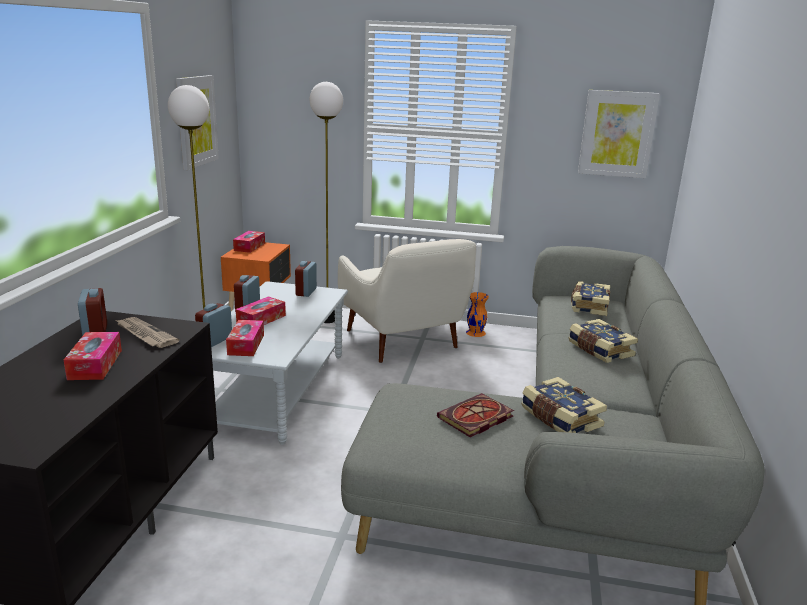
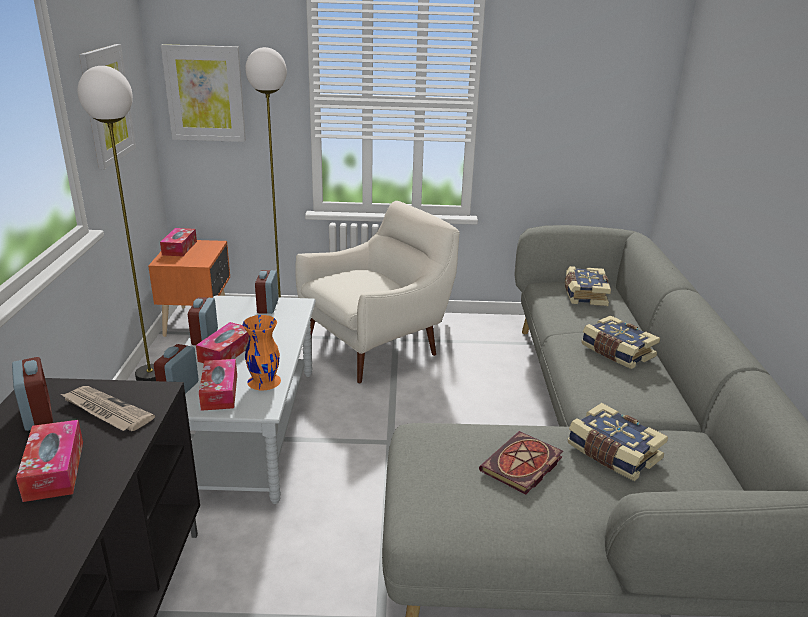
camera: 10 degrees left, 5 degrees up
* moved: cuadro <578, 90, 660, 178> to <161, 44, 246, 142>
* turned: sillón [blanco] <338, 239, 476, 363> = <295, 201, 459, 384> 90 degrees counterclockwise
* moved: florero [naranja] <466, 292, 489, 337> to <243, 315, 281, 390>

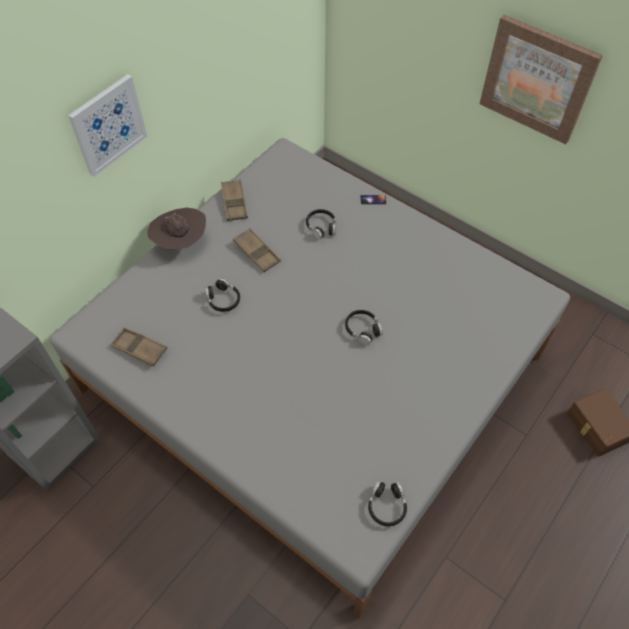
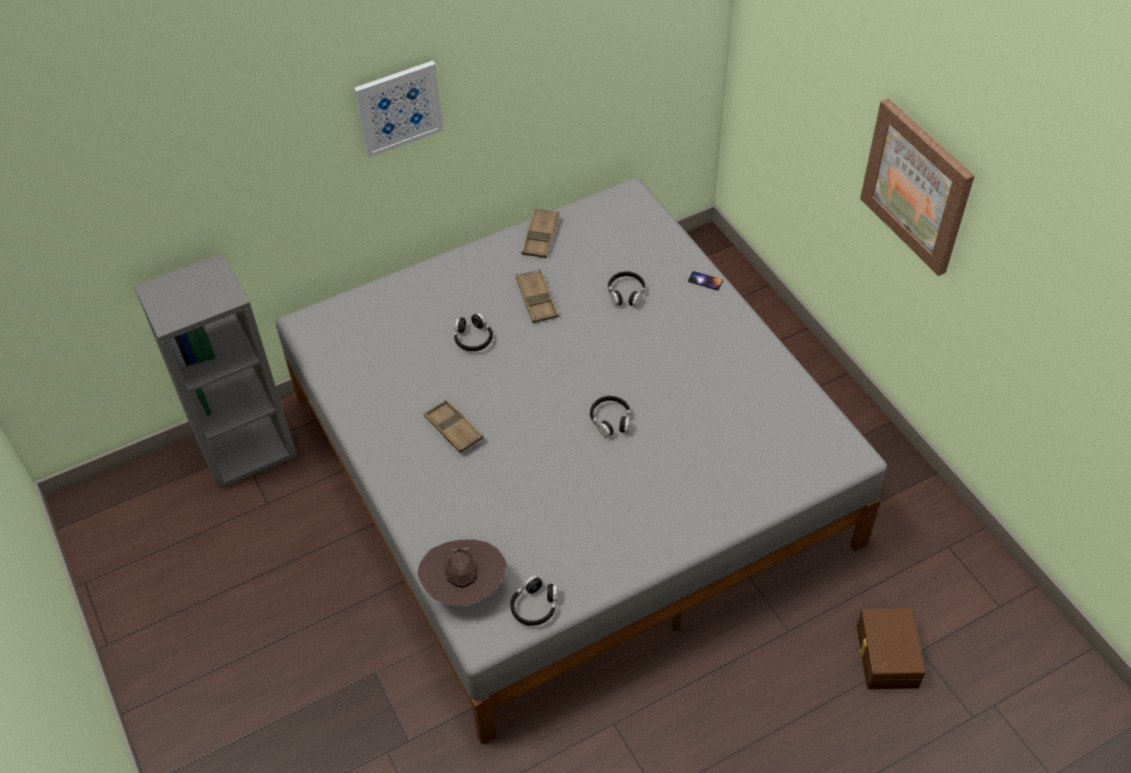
camera: 25 degrees right, 5 degrees down
* moved: sombrero [marrón] <147, 208, 206, 249> to <417, 539, 507, 606>
* moved: bandeja [marrón] <110, 327, 167, 366> to <424, 399, 484, 453>

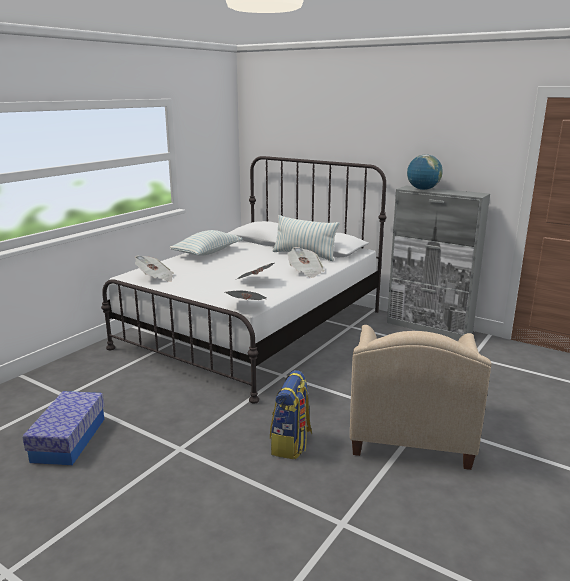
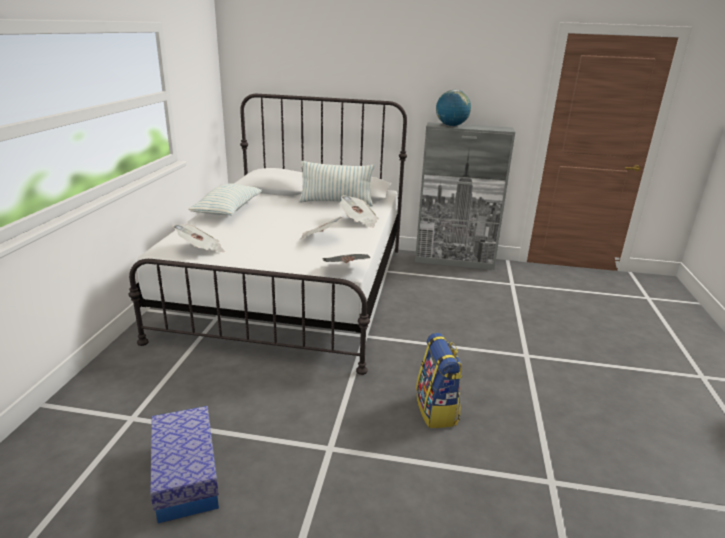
camera: 25 degrees left, 5 degrees up
* removed: sillón [beis] <350, 325, 492, 470>

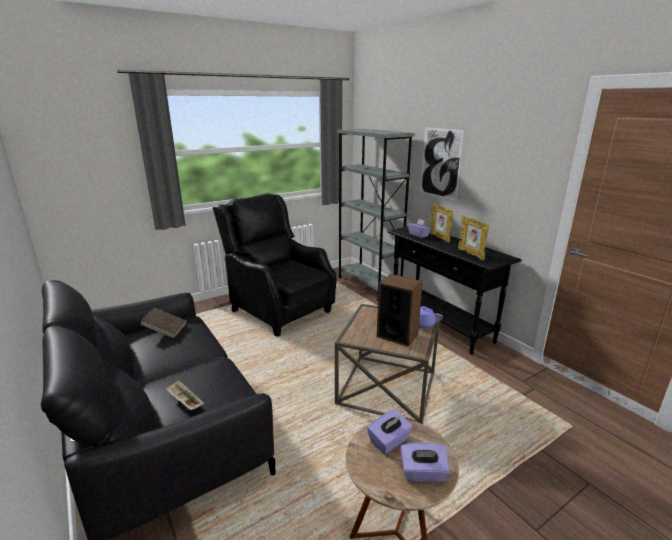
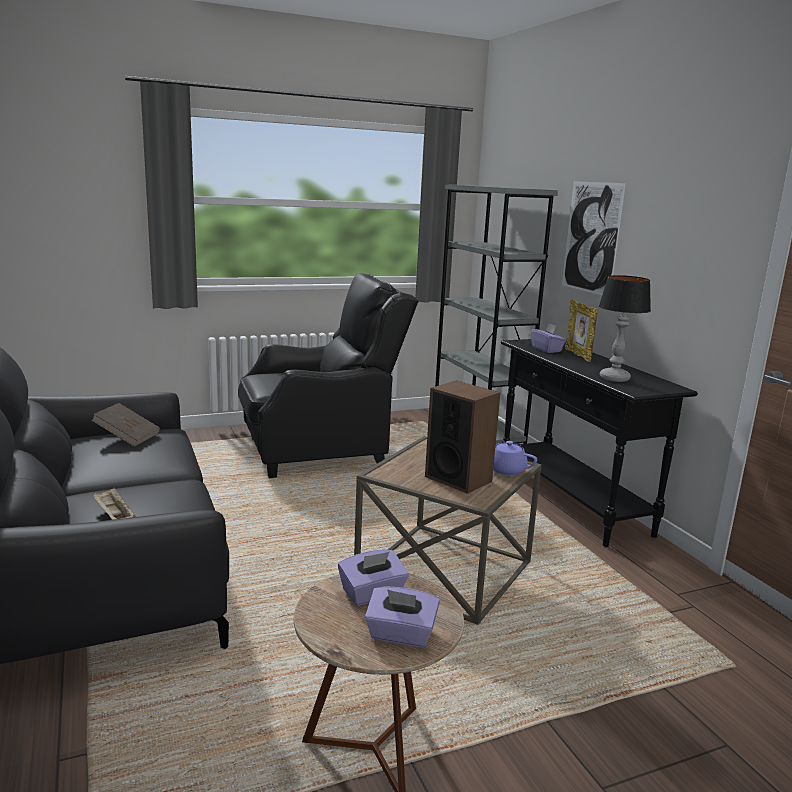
camera: 10 degrees right, 5 degrees down
* turned: sillón [negro] <212, 193, 337, 337> = <238, 273, 419, 478> 105 degrees clockwise
* replaced: portarretratos <458, 215, 489, 260> to lámpara de mesa <599, 275, 651, 382>

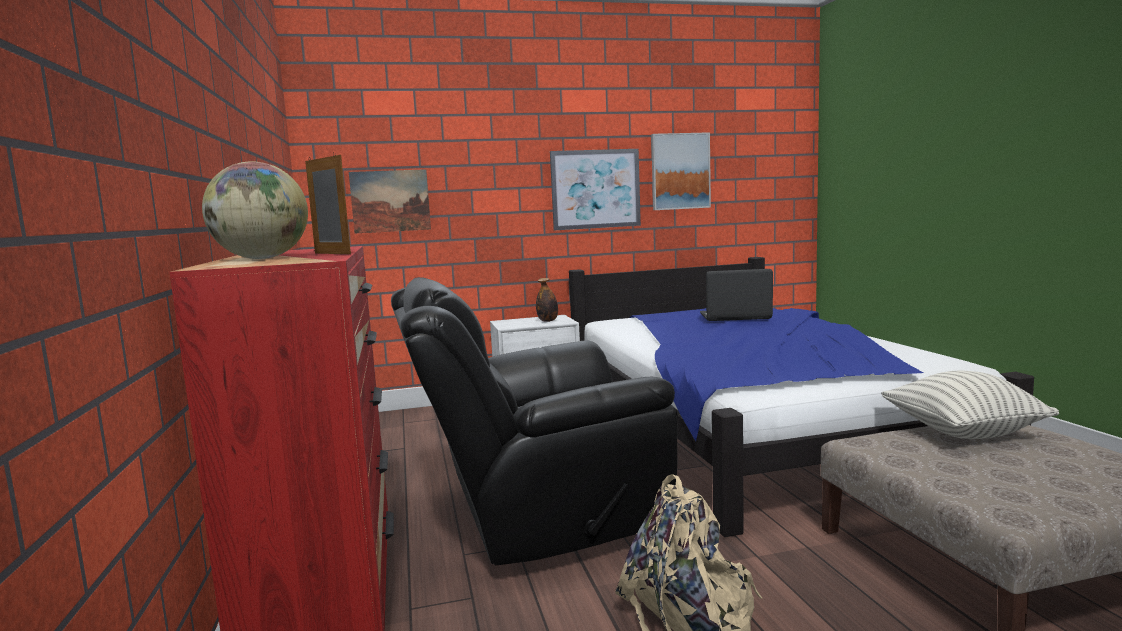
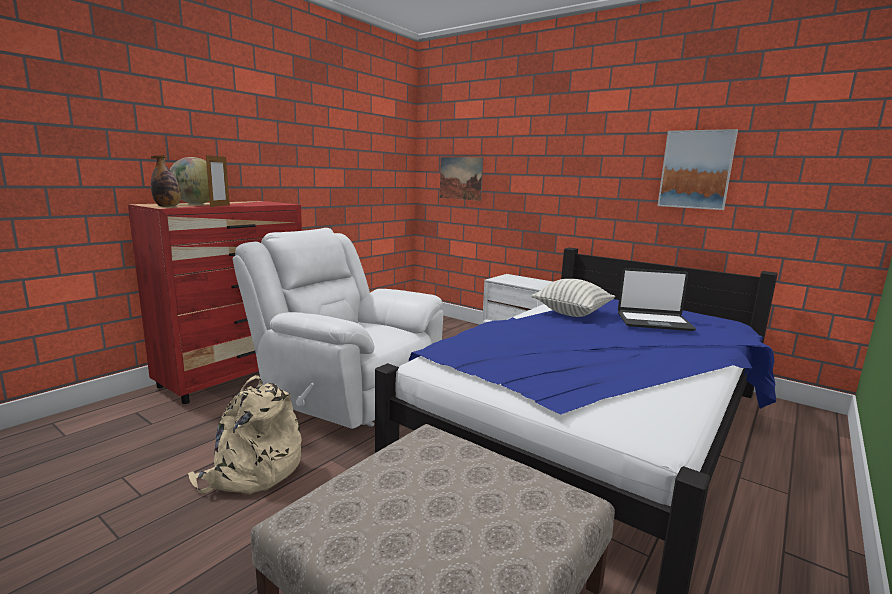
camera: 50 degrees right, 5 degrees up
* removed: cuadro <550, 149, 641, 230>
* turned: portátil <700, 269, 773, 321> = <618, 268, 696, 331> 135 degrees clockwise
* recoloured: sillón [negro] <391, 277, 677, 565> to sillón [blanco] <233, 228, 443, 429>
* moved: botella <536, 278, 558, 322> to <151, 155, 181, 207>
* moved: cojín <881, 371, 1059, 439> to <531, 279, 615, 317>

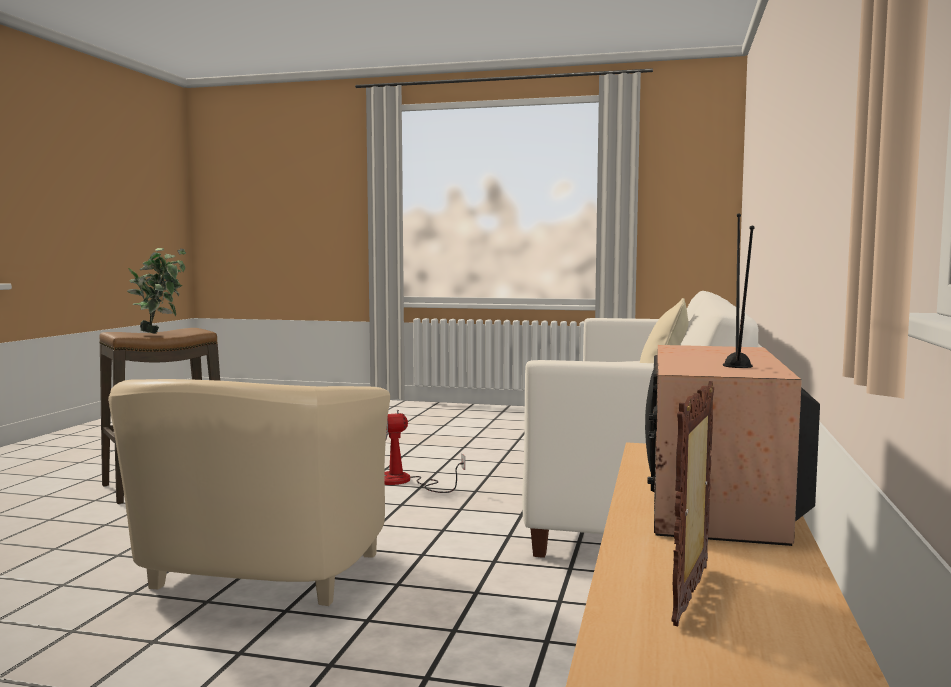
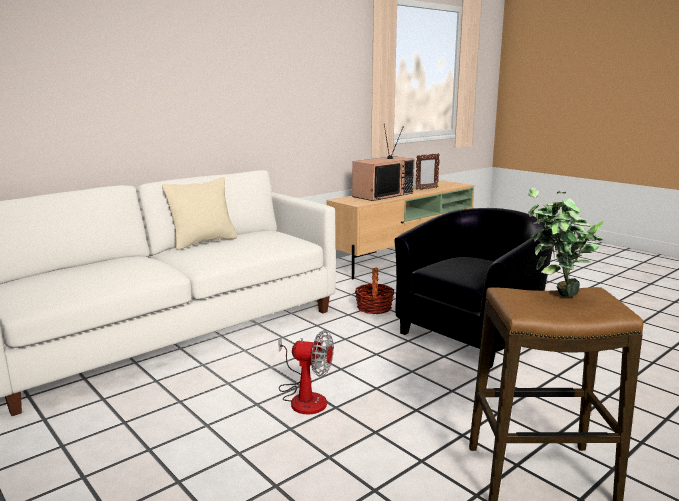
camera: 145 degrees left, 10 degrees up
* recoloured: sillón [beis] <108, 379, 390, 606> to sillón [negro] <394, 208, 552, 368>
* added: cesta <355, 267, 395, 314>

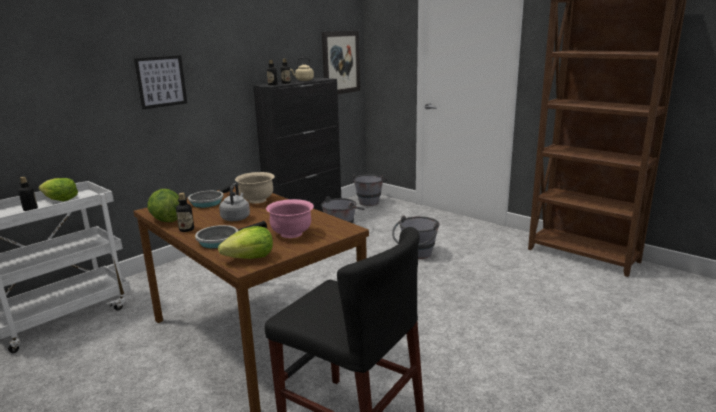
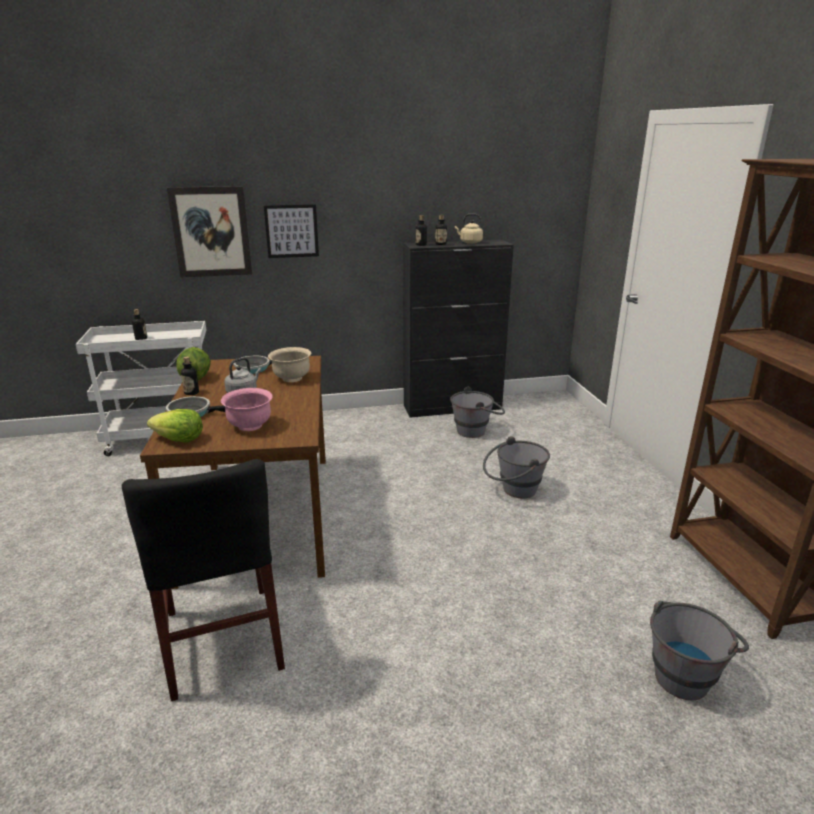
camera: 35 degrees right, 5 degrees up
* moved: cuadro <322, 31, 360, 94> to <167, 186, 252, 277>
* moved: cubo [gris] <352, 174, 387, 206> to <650, 601, 749, 700>
* removed: lechuga <39, 178, 78, 201>

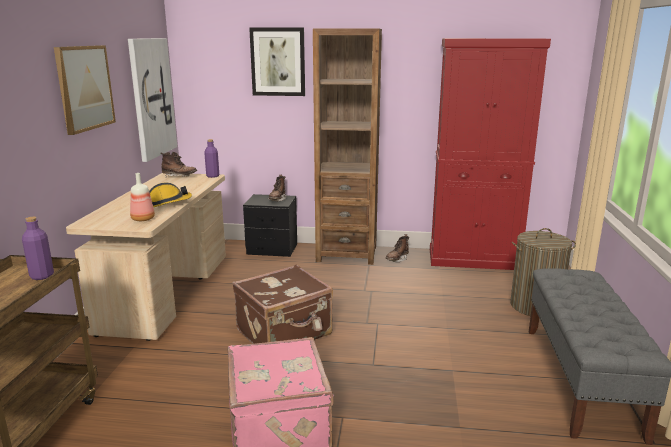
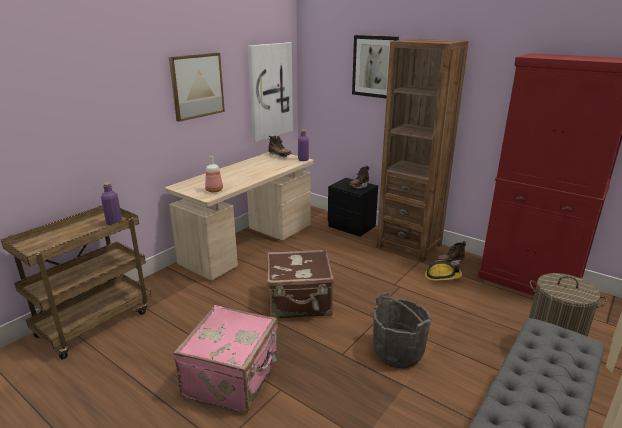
camera: 30 degrees right, 5 degrees up
* moved: casco <149, 183, 192, 207> to <425, 260, 462, 281>
* added: cubo [gris] <373, 292, 431, 368>

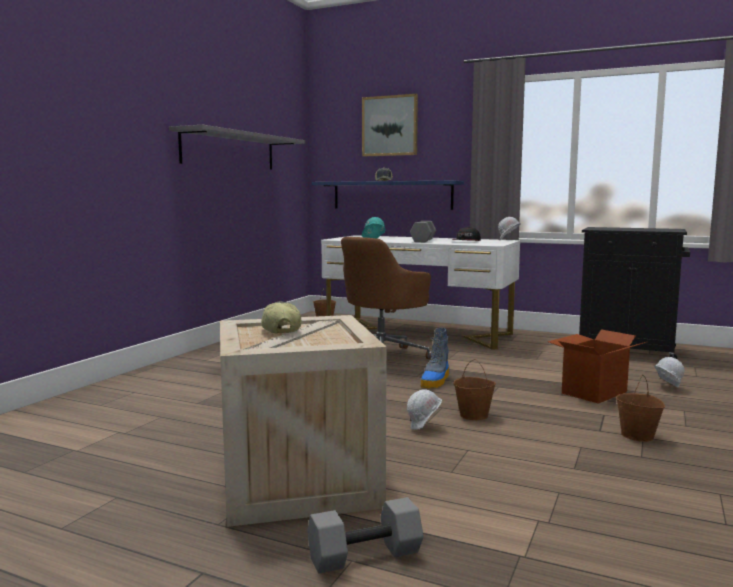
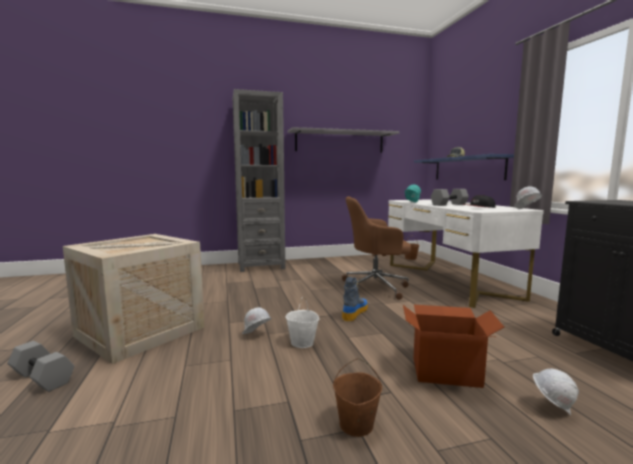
camera: 50 degrees right, 0 degrees up
* removed: cuadro <362, 94, 418, 157>
* removed: gorra <261, 301, 301, 333>
* turned: bota <420, 328, 449, 389> = <342, 277, 368, 322> 135 degrees clockwise
* recoloured: cubo [marrón] <454, 359, 496, 420> to cubo [blanco] <285, 297, 319, 348>
* added: estantería [gris] <233, 89, 286, 272>

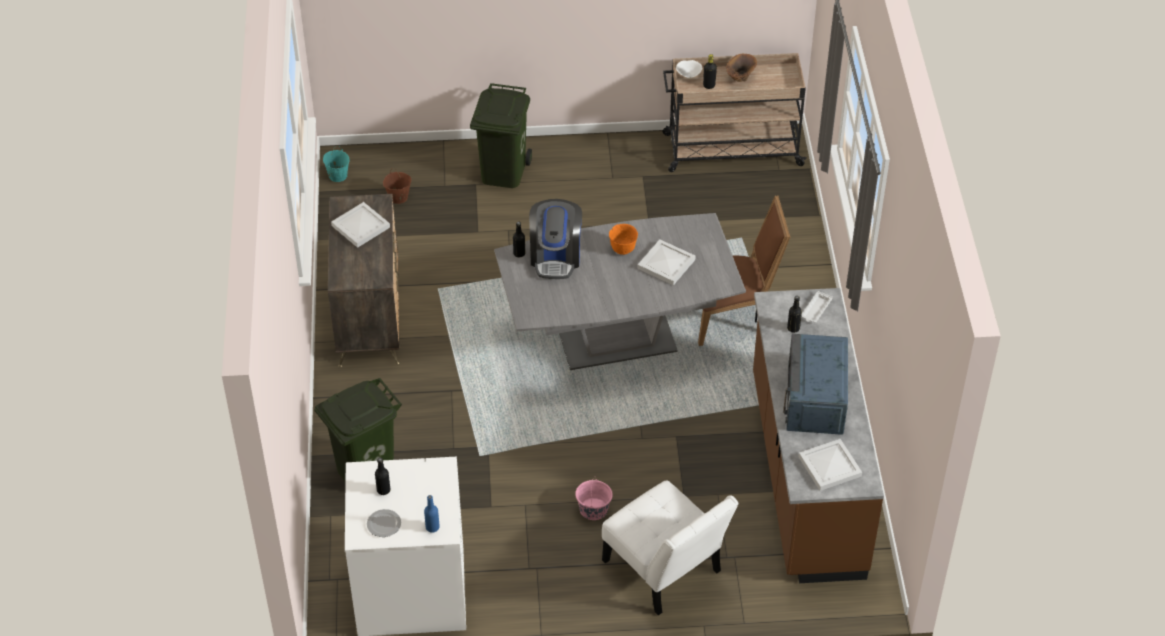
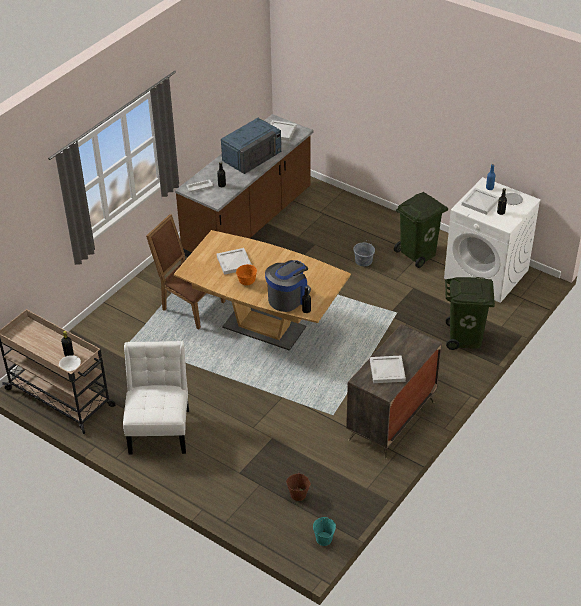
camera: 140 degrees left, 5 degrees down
* removed: florero [marrón] <726, 54, 757, 82>
* moved: papelera [verde] <470, 83, 532, 188> to <394, 192, 448, 268>
* recoloured: mesa de comedor [gris] <494, 213, 746, 370> to mesa de comedor [marrón] <174, 230, 351, 351>
* recoloured: cubo [rosa] <575, 476, 613, 520> to cubo [gris] <353, 240, 375, 266>
* moved: silla [blanco] <602, 480, 739, 615> to <123, 341, 189, 455>
* added: bandeja [blanco] <462, 188, 500, 215>

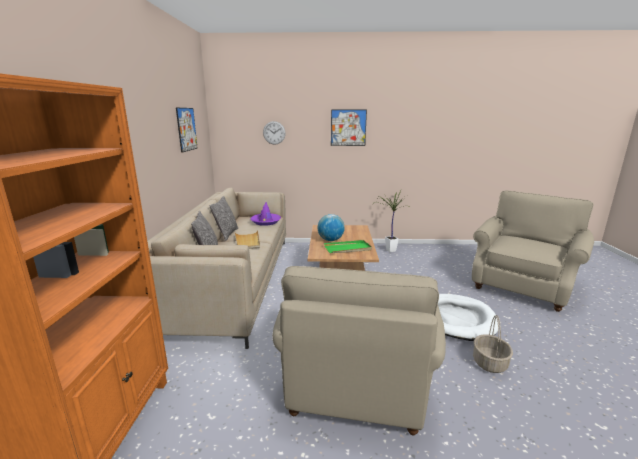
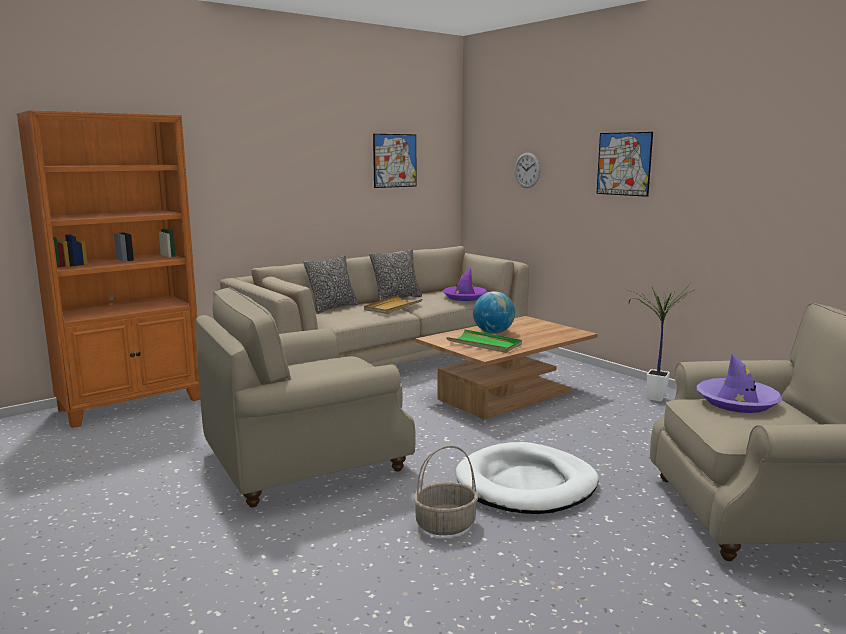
camera: 50 degrees right, 5 degrees down
* added: sombrero [morado] <697, 355, 783, 413>

